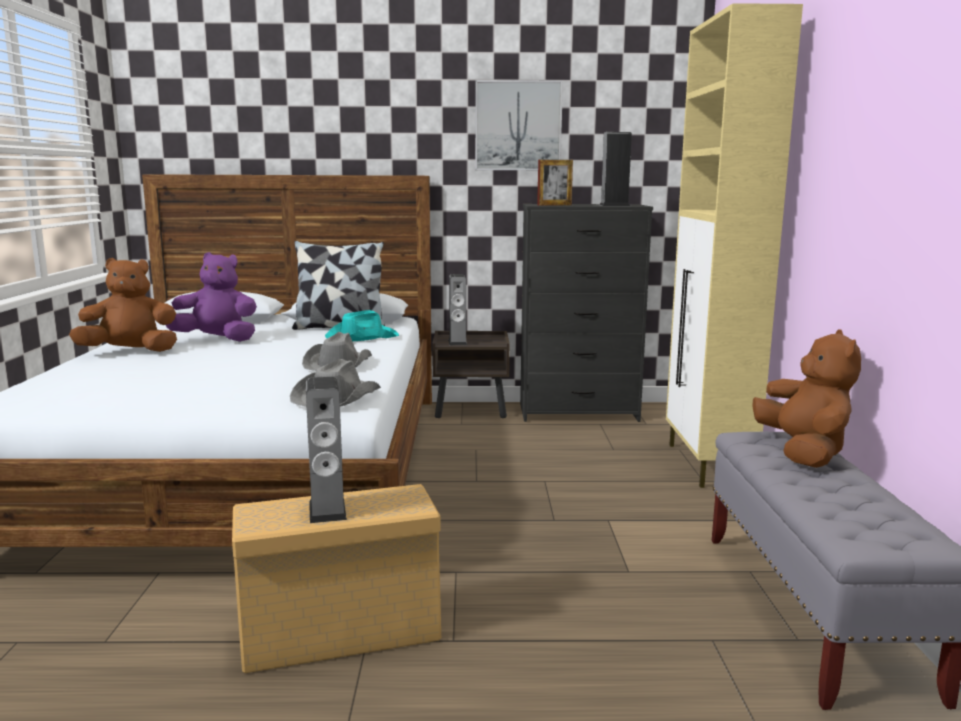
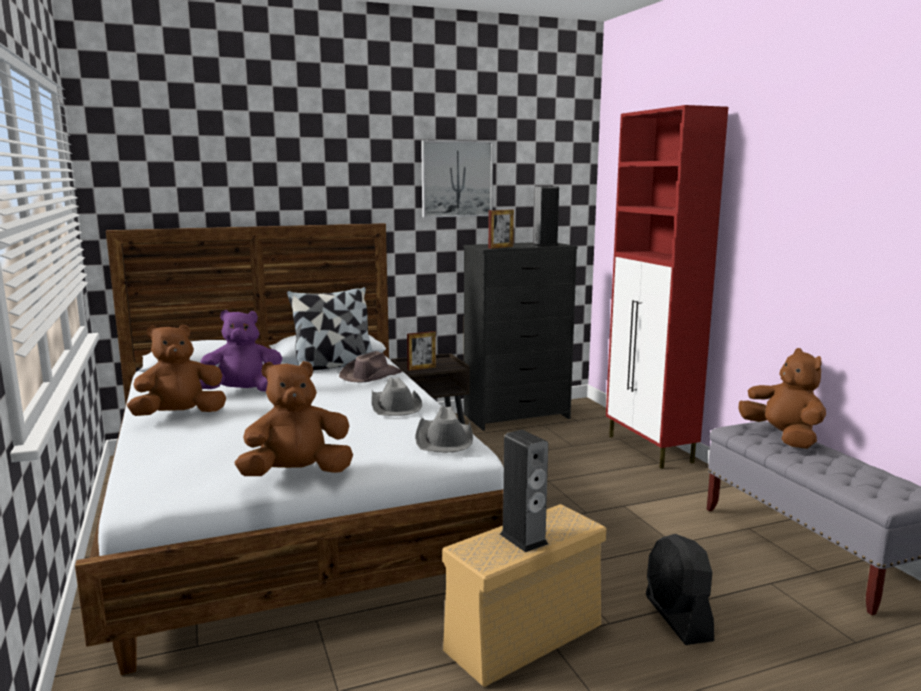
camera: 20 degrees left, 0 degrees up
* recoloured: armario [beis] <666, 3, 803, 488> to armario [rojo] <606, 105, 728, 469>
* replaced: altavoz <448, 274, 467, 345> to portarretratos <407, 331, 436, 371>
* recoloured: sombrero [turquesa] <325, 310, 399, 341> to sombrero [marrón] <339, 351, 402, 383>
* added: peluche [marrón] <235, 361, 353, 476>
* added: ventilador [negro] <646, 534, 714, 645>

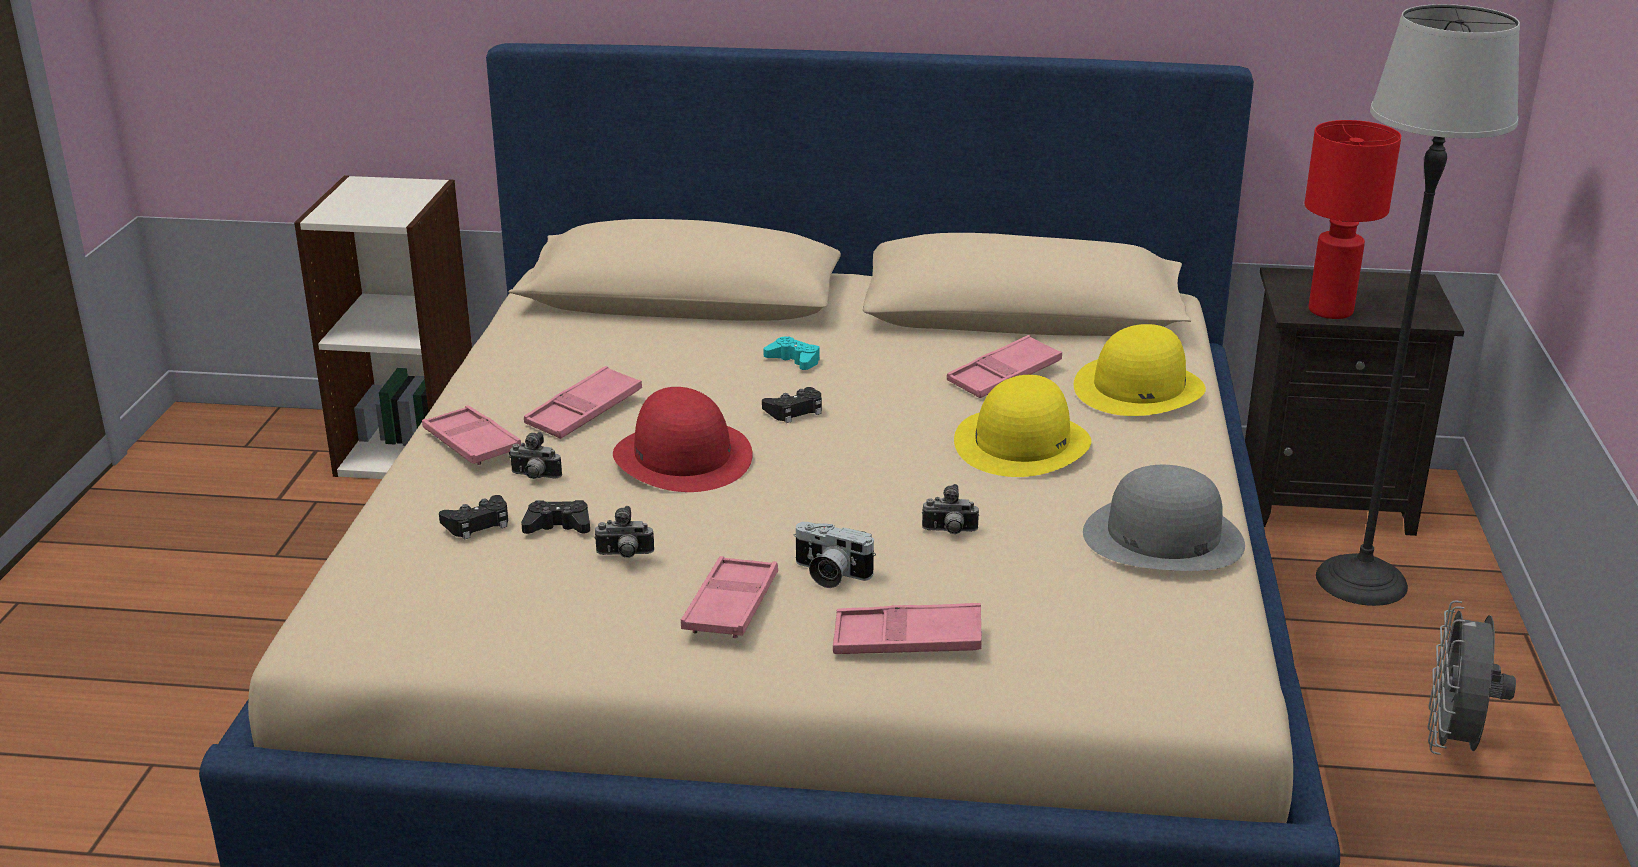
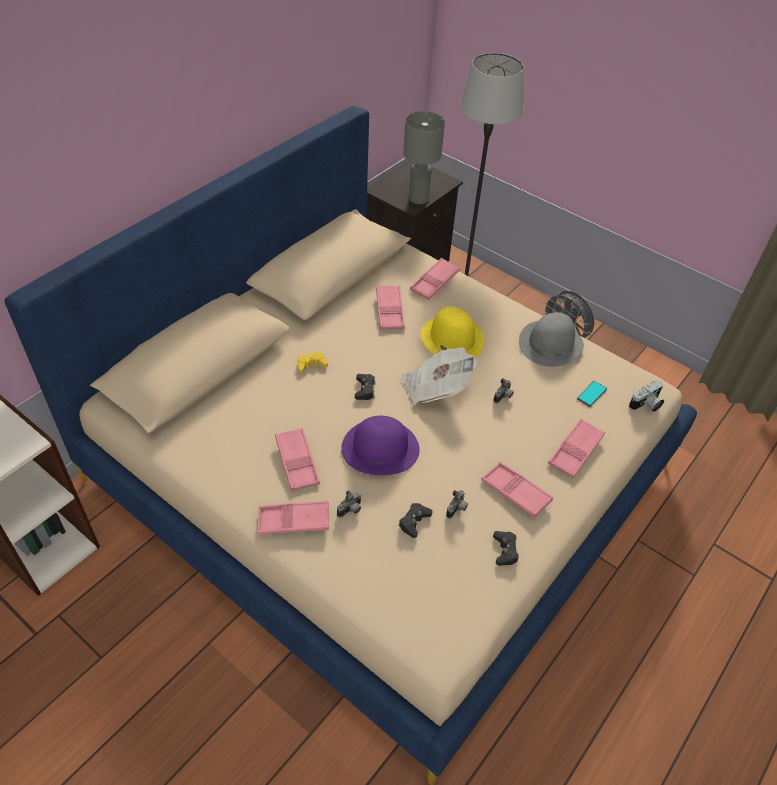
camera: 60 degrees left, 20 degrees up
* recoloured: lámpara de mesa [rojo] <1304, 120, 1401, 319> to lámpara de mesa [gris] <403, 111, 445, 204>
* replaced: sombrero [amarillo] <1074, 324, 1206, 416> to bandeja [rosa] <410, 258, 460, 300>
* recoloured: mando de consola [turquesa] <764, 336, 820, 370> to mando de consola [amarillo] <298, 351, 328, 373>
* recoloured: sombrero [rojo] <613, 387, 753, 492> to sombrero [morado] <341, 416, 420, 475>
* moved: mando de consola [negro] <439, 495, 508, 540> to <493, 531, 519, 566>
* moved: cámara <794, 522, 876, 588> to <629, 380, 664, 412>
* added: periódico <401, 347, 477, 404>
* added: móvil <577, 381, 607, 407>

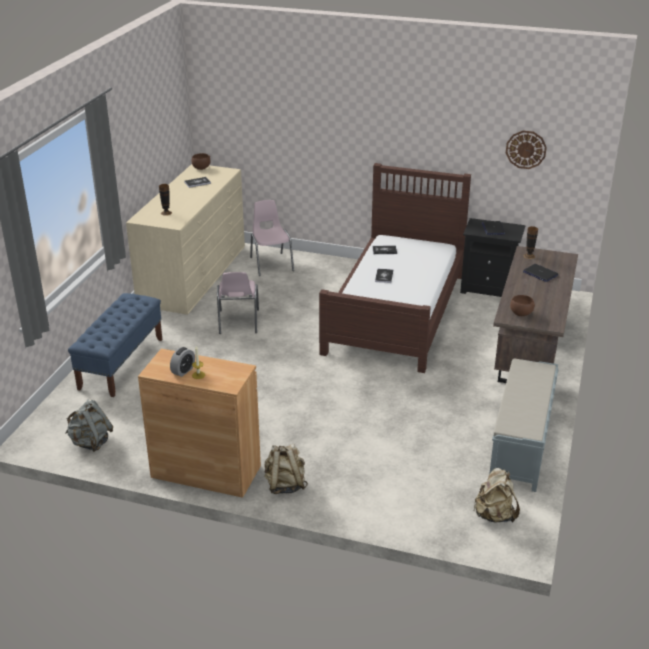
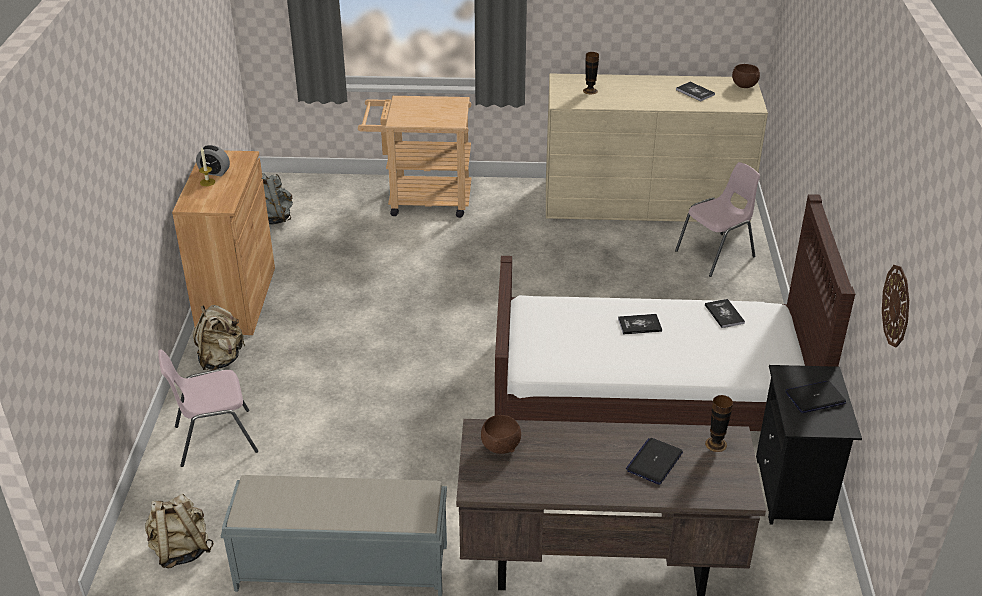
camera: 75 degrees right, 5 degrees up
* moved: silla [rosa] <217, 272, 259, 334> to <158, 349, 258, 467>
* replaced: banco [azul] <68, 293, 163, 397> to carrito [beis] <358, 96, 472, 218>

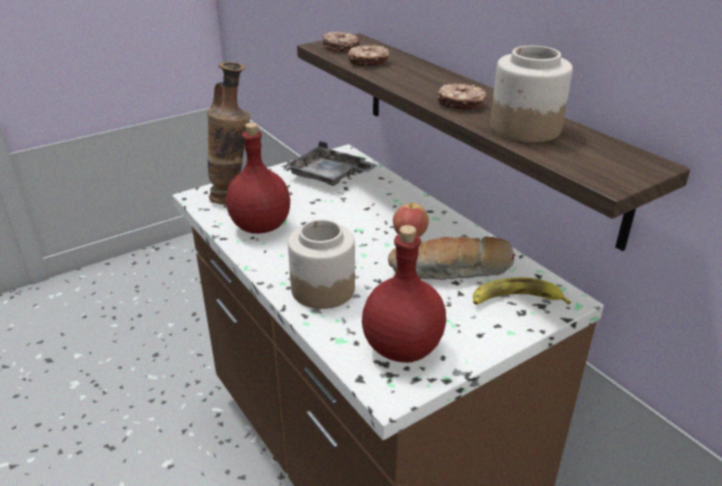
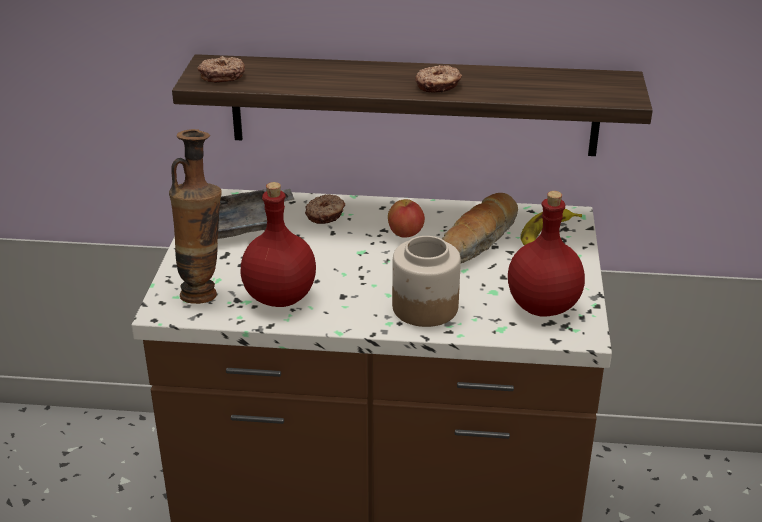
camera: 50 degrees left, 0 degrees up
* moved: rosquilla <348, 45, 390, 66> to <305, 194, 345, 224>
* removed: tarro <490, 46, 573, 143>

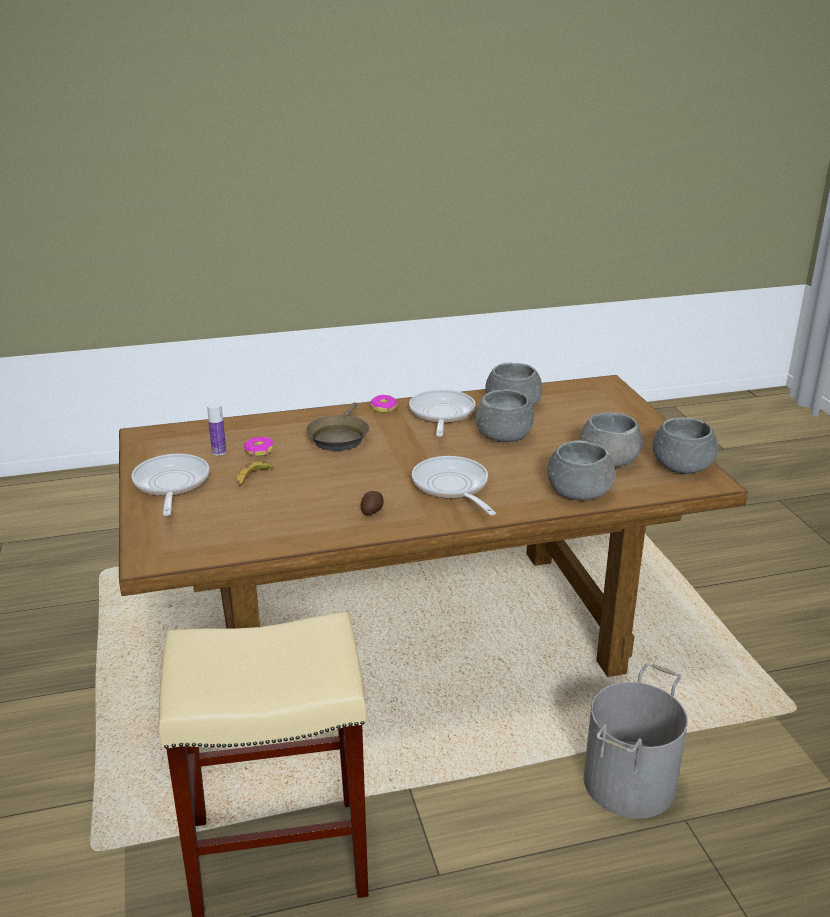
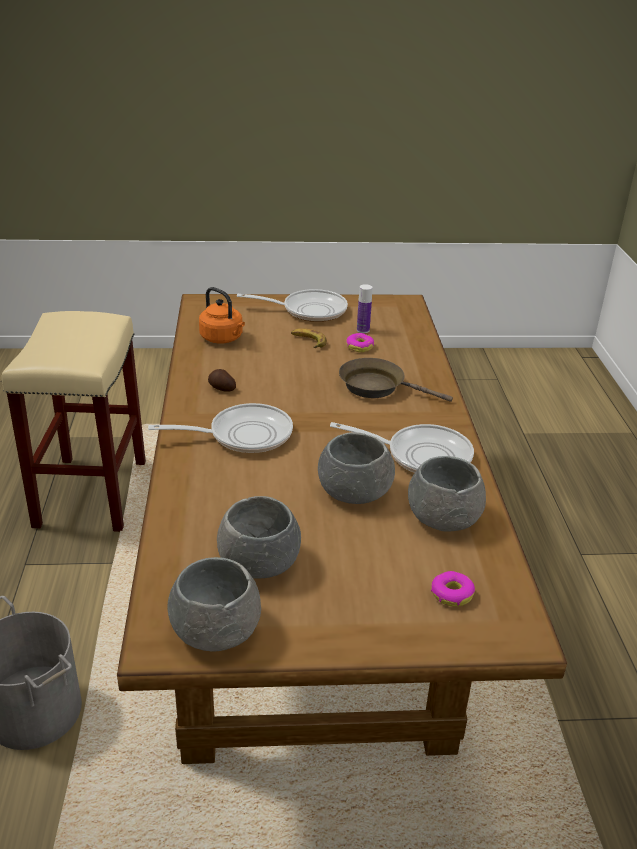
camera: 100 degrees right, 5 degrees up
* moved: rosquilla <370, 395, 397, 413> to <431, 571, 475, 607>
* removed: cuenco [gris] <547, 441, 615, 501>
* added: hervidor [naranja] <199, 287, 245, 344>

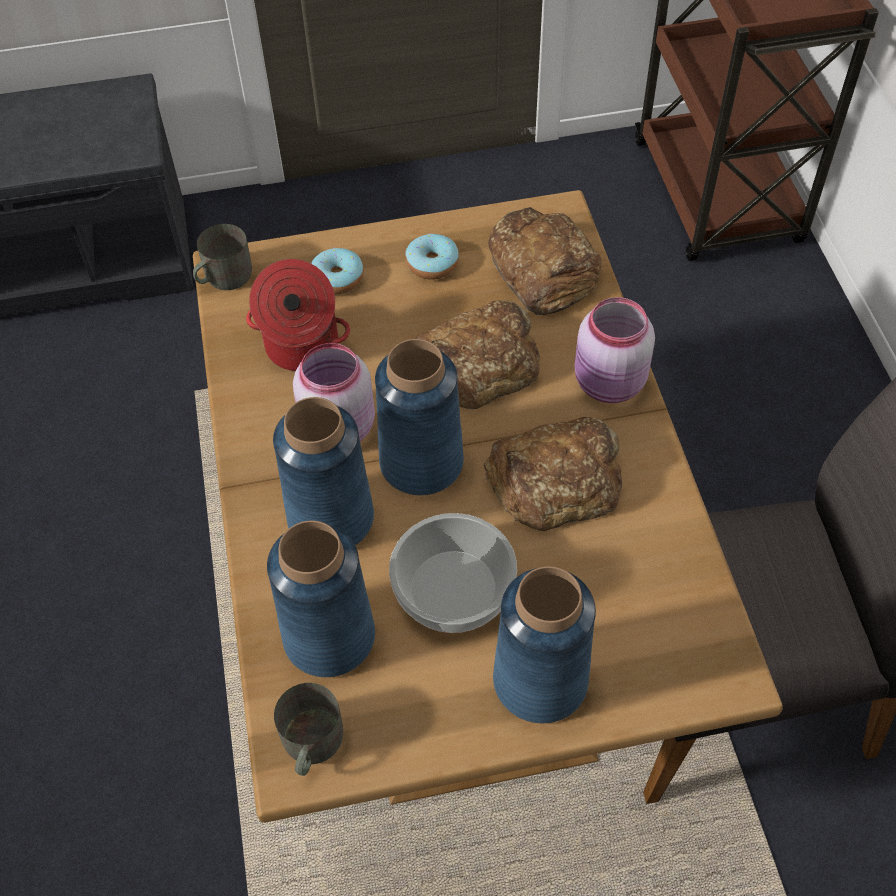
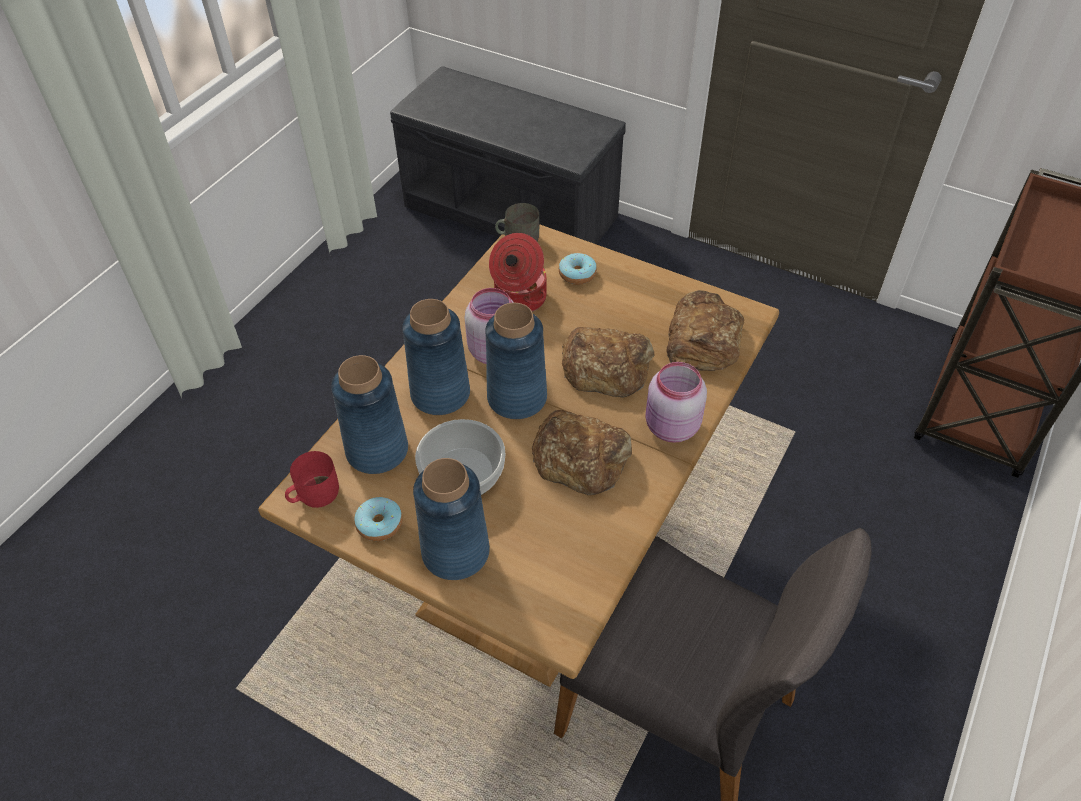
camera: 40 degrees right, 5 degrees down
* moved: rosquilla <405, 234, 459, 280> to <354, 497, 403, 541>
* recoloured: taza grande [gris] <274, 683, 343, 776> to taza grande [rojo] <285, 451, 339, 508>

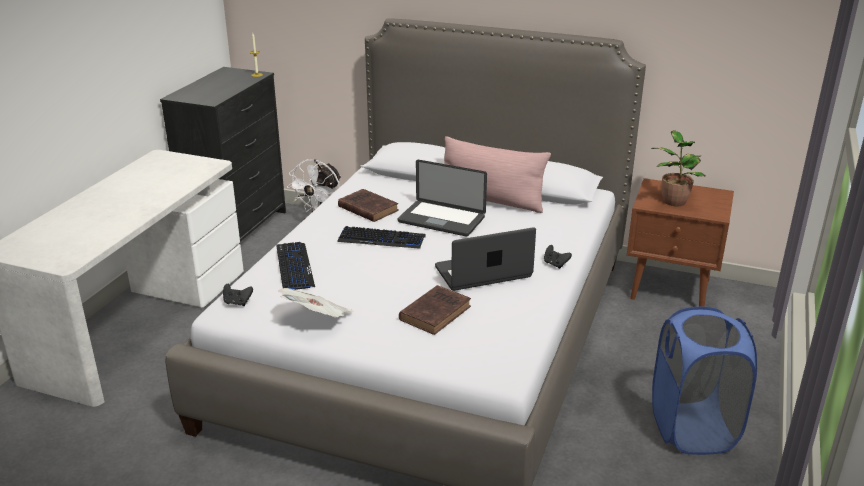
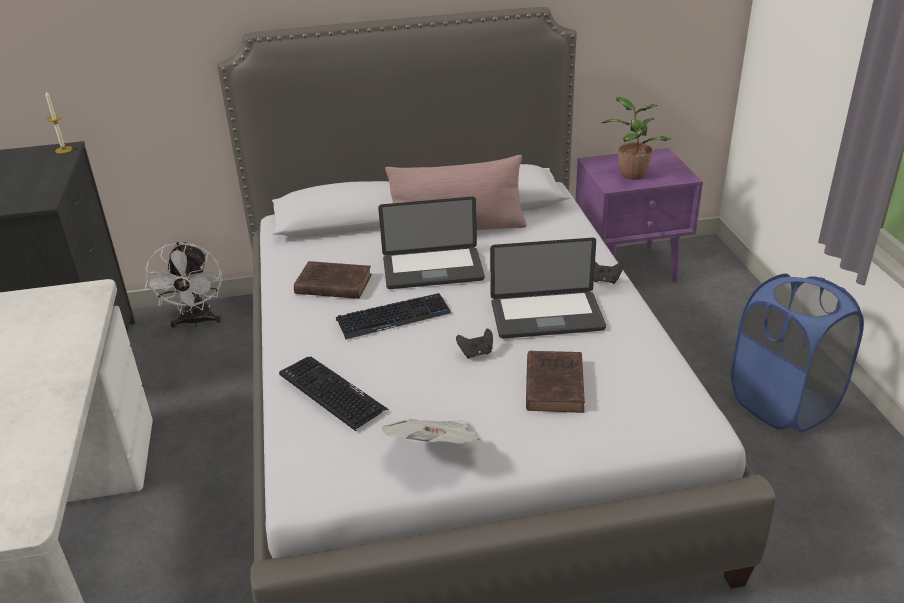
camera: 30 degrees left, 5 degrees up
* recoloured: mesita de noche [marrón] <627, 178, 734, 307> to mesita de noche [morado] <575, 148, 703, 282>
* turned: portátil <435, 227, 536, 291> = <490, 238, 606, 338> 135 degrees counterclockwise
* moved: mando de consola [negro] <223, 284, 253, 306> to <456, 329, 493, 358>

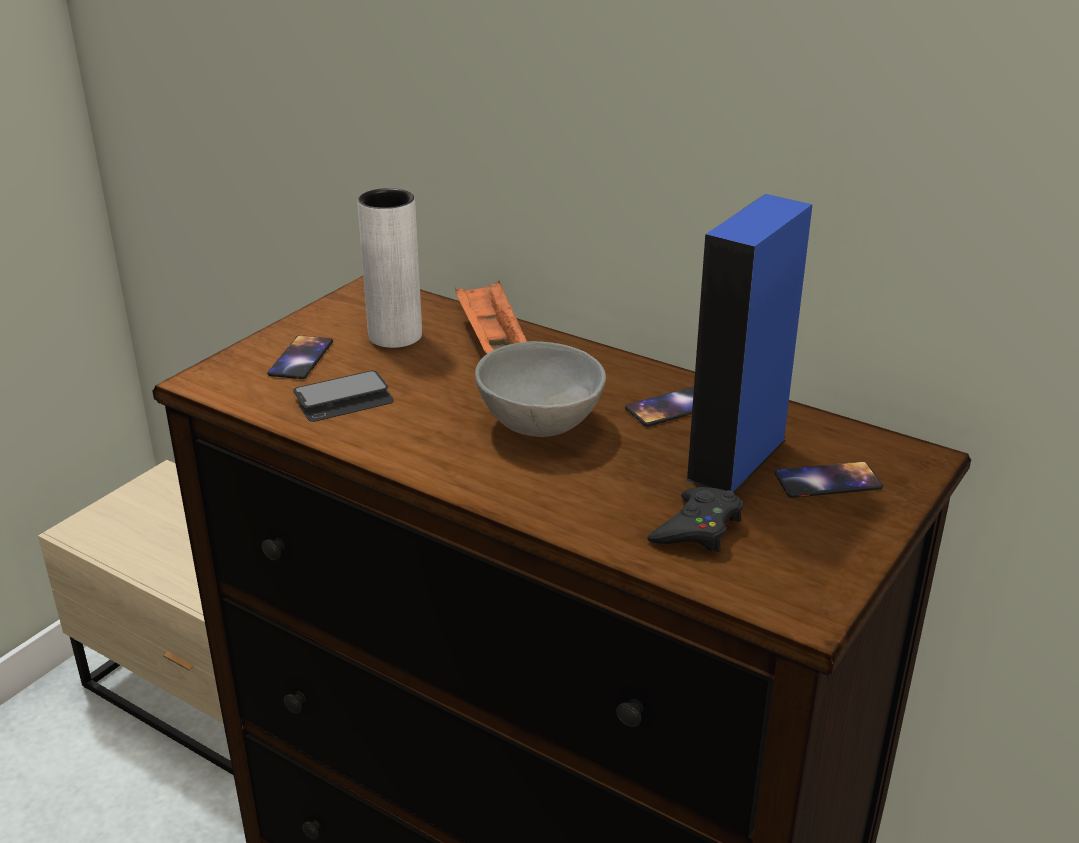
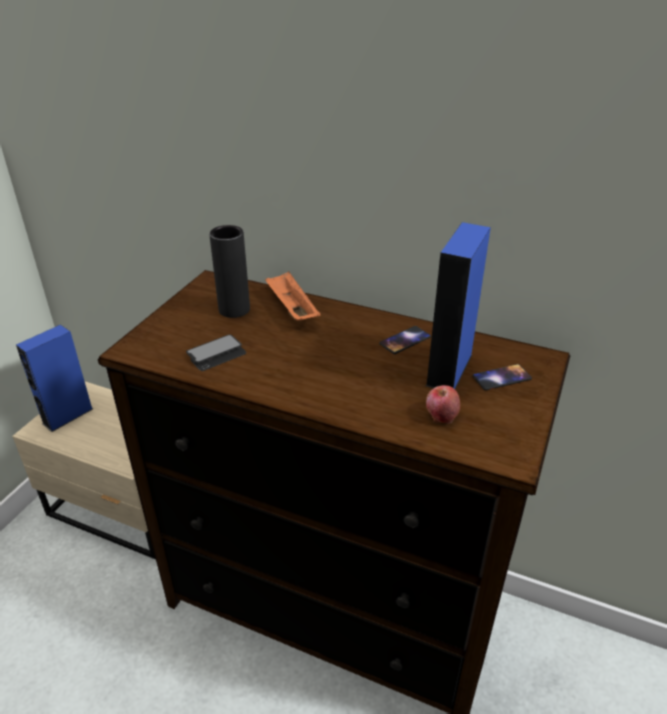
camera: 10 degrees left, 5 degrees up
* recoloured: florero [blanco] <357, 188, 422, 348> to florero [negro] <209, 225, 250, 318>
* removed: móvil <267, 335, 333, 379>
* removed: cuenco [gris] <475, 341, 606, 437>
* replaced: mando de consola [negro] <647, 487, 743, 552> to manzana <426, 385, 460, 424>
* added: altavoz [azul] <16, 325, 93, 432>

